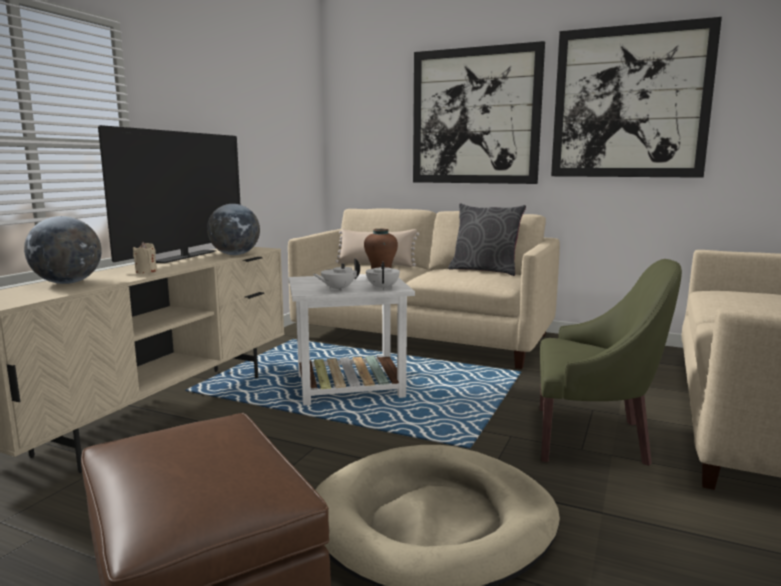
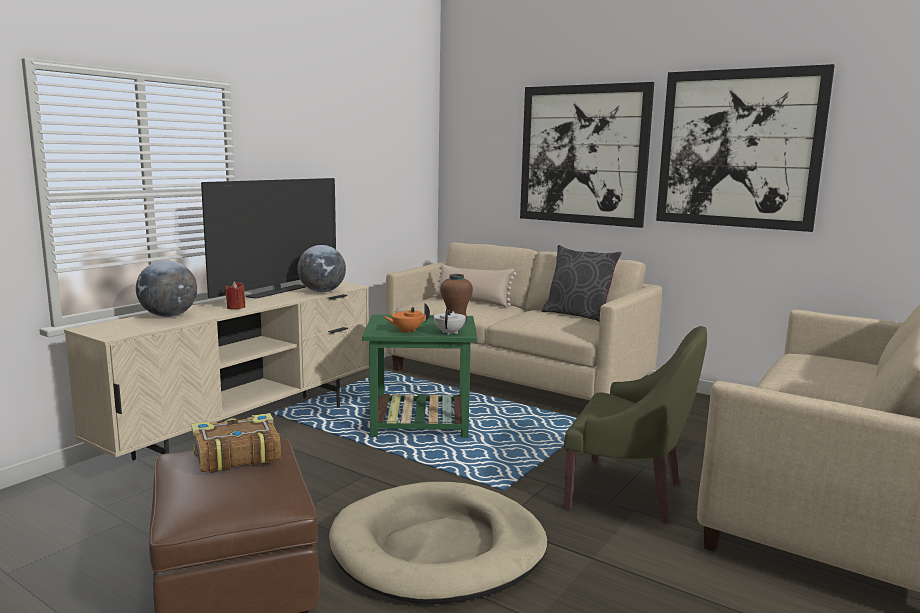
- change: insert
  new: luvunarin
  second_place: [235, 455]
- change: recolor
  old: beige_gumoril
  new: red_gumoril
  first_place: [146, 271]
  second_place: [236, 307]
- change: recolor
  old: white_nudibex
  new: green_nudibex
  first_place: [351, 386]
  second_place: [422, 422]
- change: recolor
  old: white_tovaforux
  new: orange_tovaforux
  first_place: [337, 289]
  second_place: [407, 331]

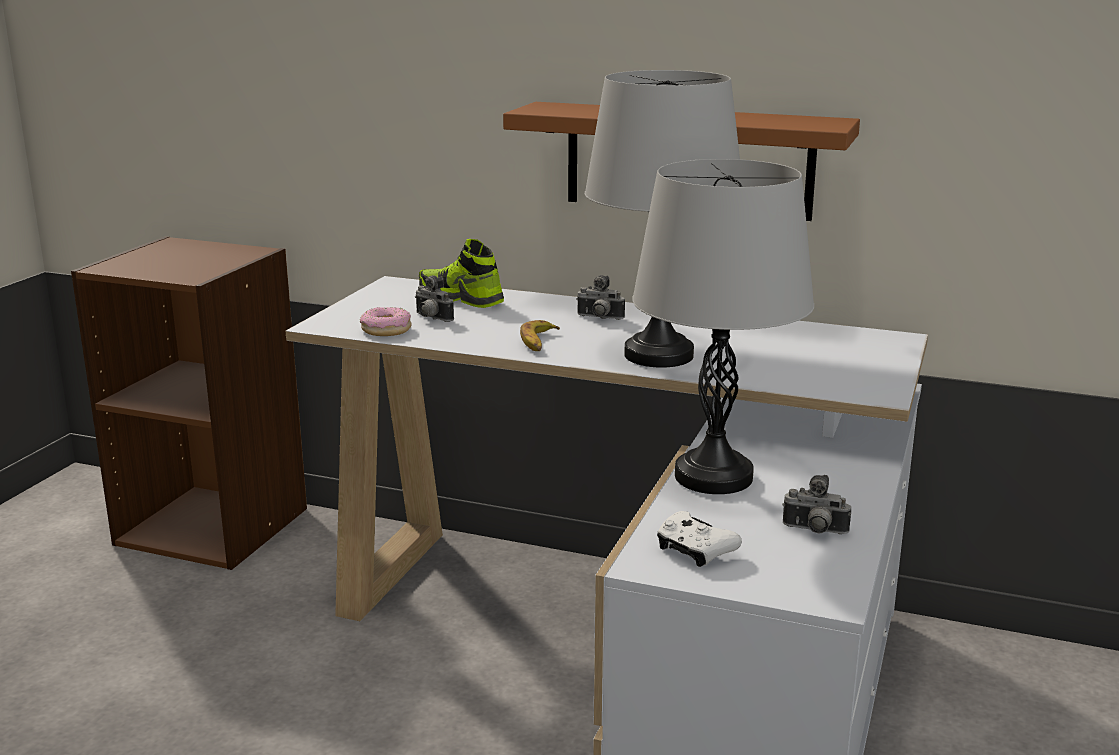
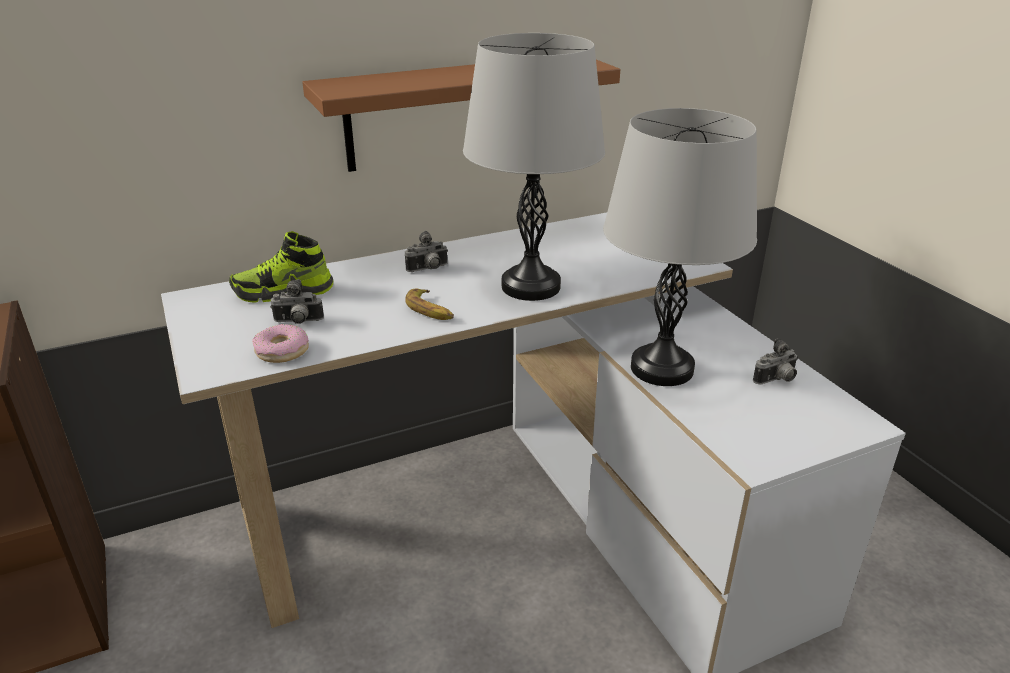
- change: delete
  old: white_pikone
  first_place: [694, 550]

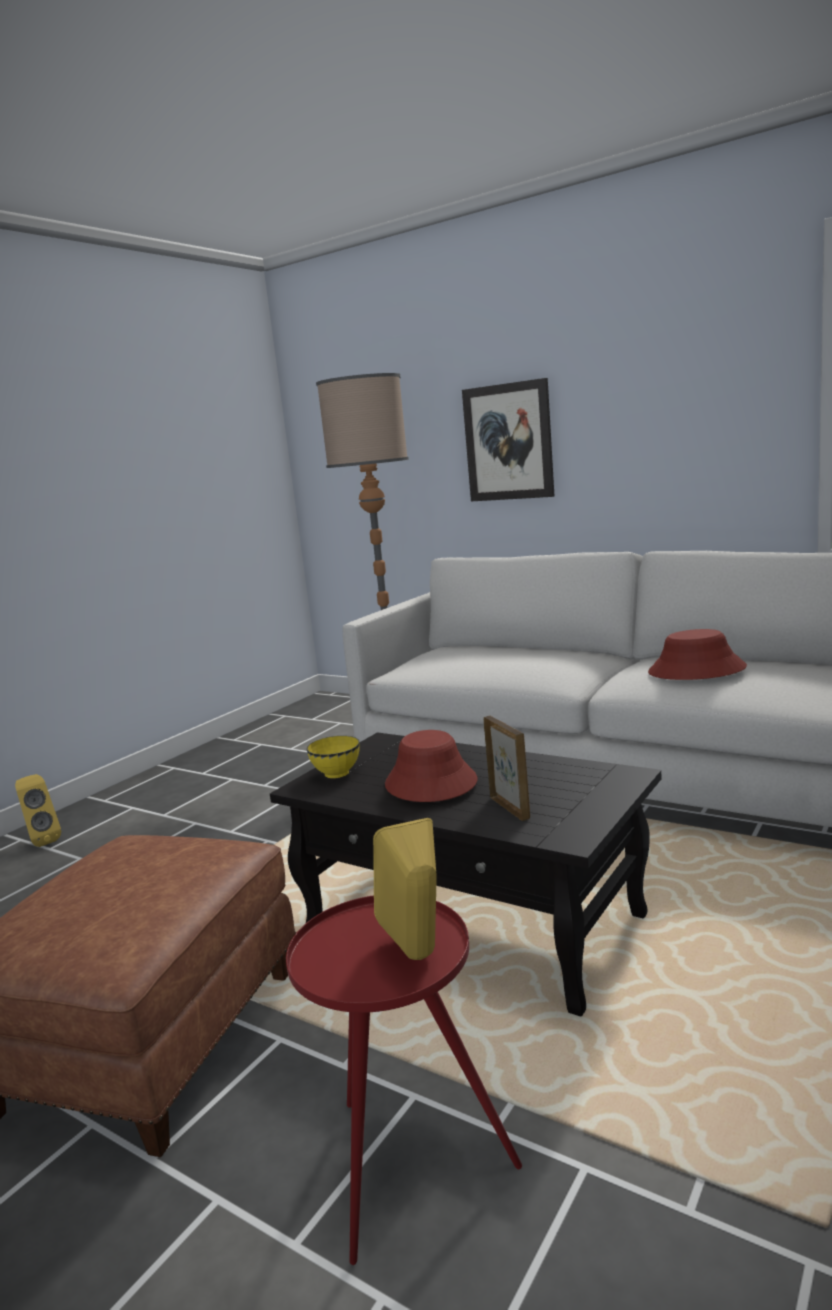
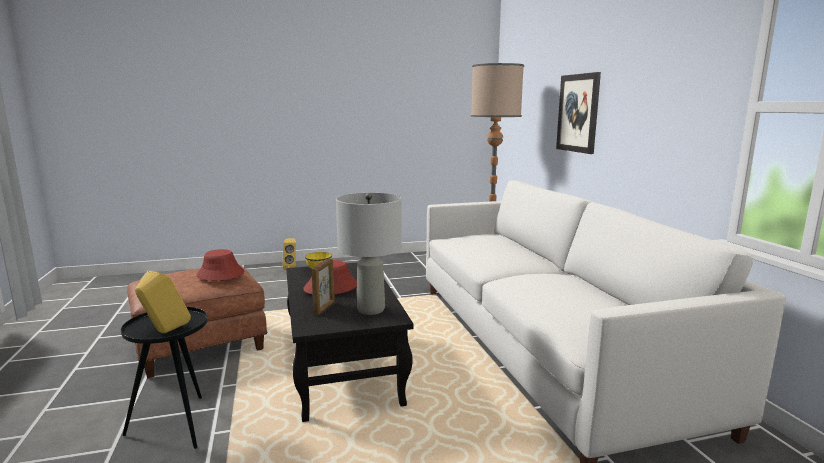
- change: recolor
  old: red_nudibex
  new: black_nudibex
  first_place: [406, 1164]
  second_place: [178, 423]
- change: move
  old: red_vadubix
  first_place: [696, 670]
  second_place: [220, 274]
- change: insert
  new: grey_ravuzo
  second_place: [371, 309]

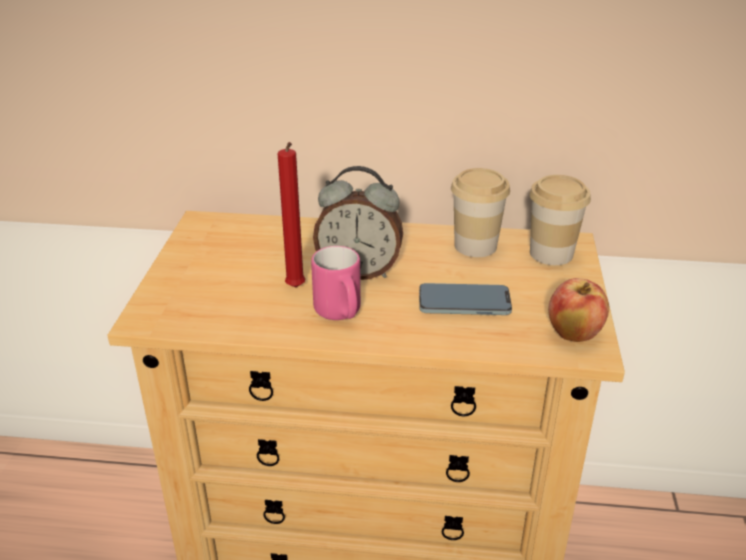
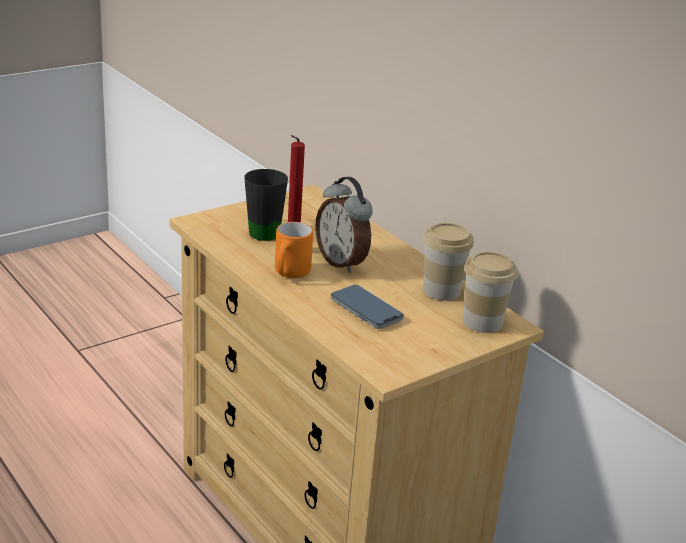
- change: insert
  new: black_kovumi
  second_place: [260, 230]
- change: recolor
  old: pink_kovumi
  new: orange_kovumi
  first_place: [340, 314]
  second_place: [289, 274]
- change: delete
  old: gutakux
  first_place: [573, 334]

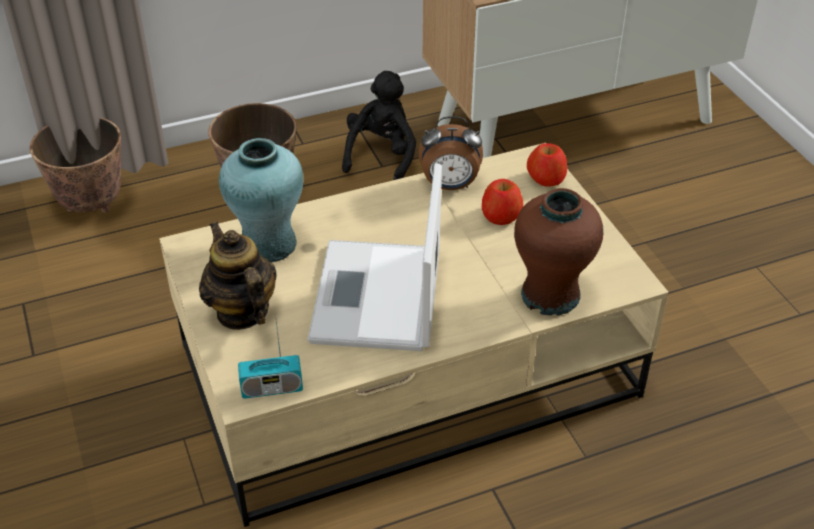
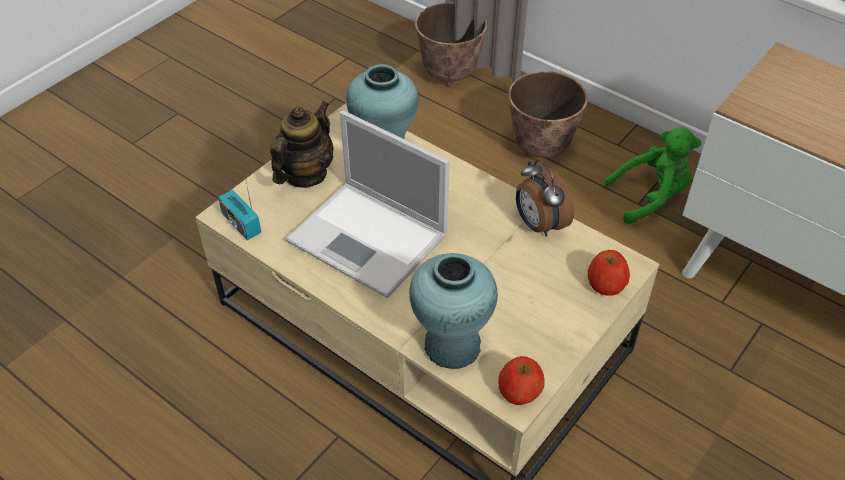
- change: rotate
  old: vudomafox
  first_place: [377, 298]
  second_place: [370, 239]
  degrees: -120
- change: recolor
  old: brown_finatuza
  new: turquoise_finatuza
  first_place: [551, 295]
  second_place: [452, 346]
- change: move
  old: gutakux
  first_place: [501, 215]
  second_place: [519, 391]
- change: recolor
  old: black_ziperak
  new: green_ziperak
  first_place: [381, 156]
  second_place: [650, 197]

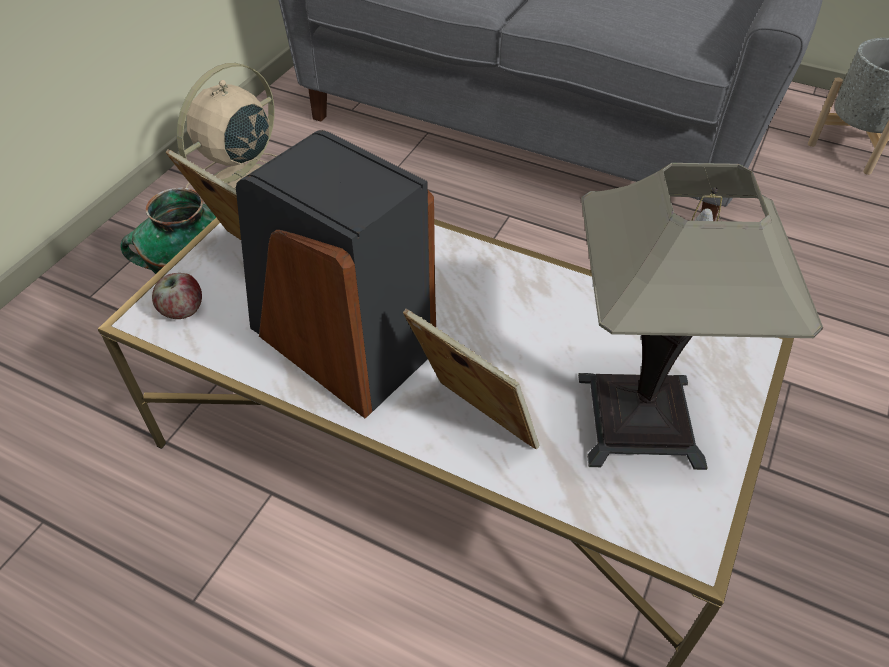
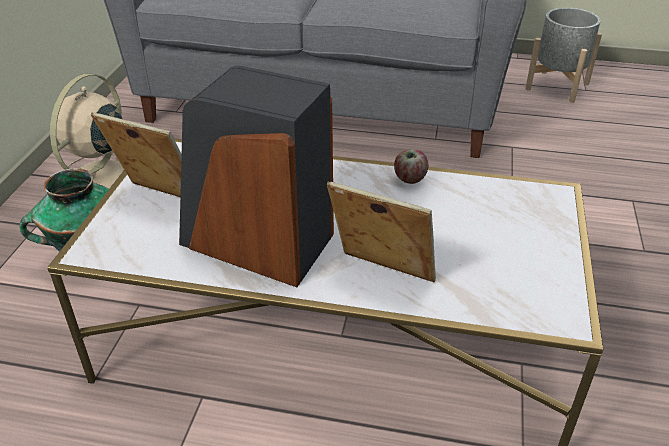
- change: move
  old: gutakux
  first_place: [182, 310]
  second_place: [409, 179]
- change: delete
  old: ravuzo
  first_place: [639, 419]

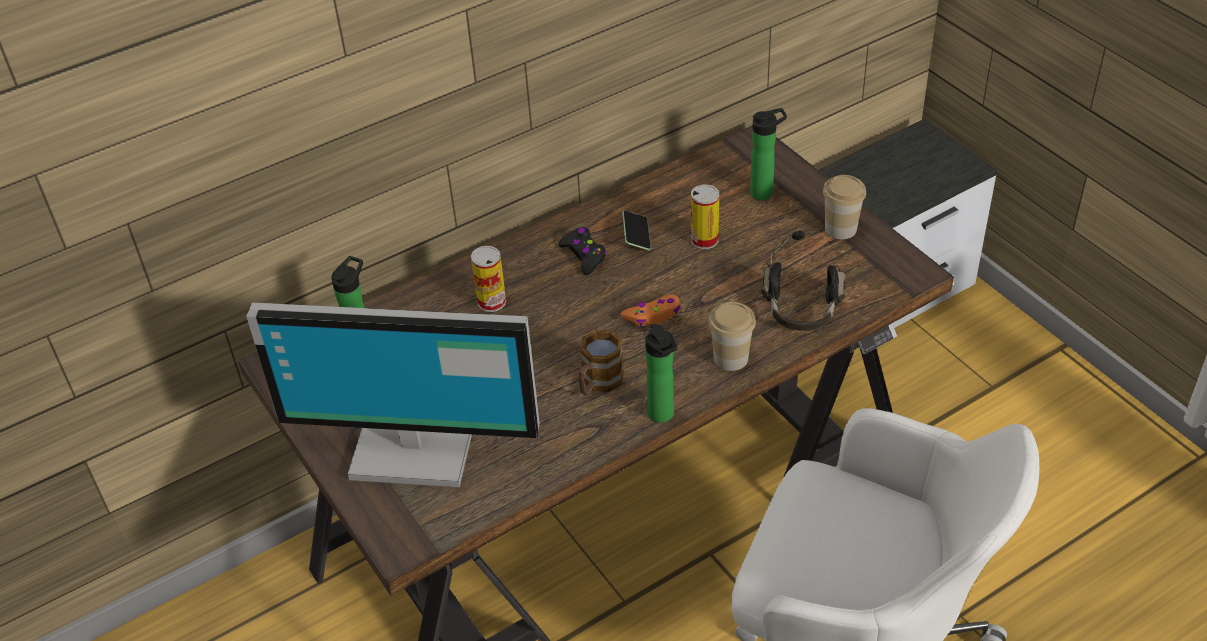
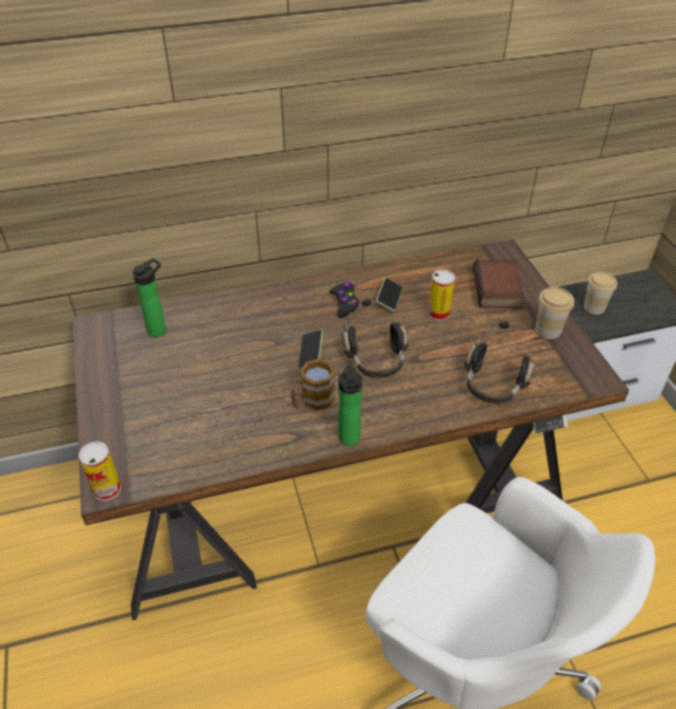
- change: move
  old: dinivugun
  first_place: [491, 302]
  second_place: [107, 489]
- change: insert
  new: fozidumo
  second_place: [310, 354]
- change: replace
  old: orange_pikone
  new: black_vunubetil
  first_place: [653, 316]
  second_place: [376, 360]
- change: replace
  old: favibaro
  new: luvunarin
  first_place: [765, 192]
  second_place: [499, 289]
- change: move
  old: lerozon
  first_place: [730, 358]
  second_place: [594, 307]
- change: delete
  old: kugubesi
  first_place: [414, 446]

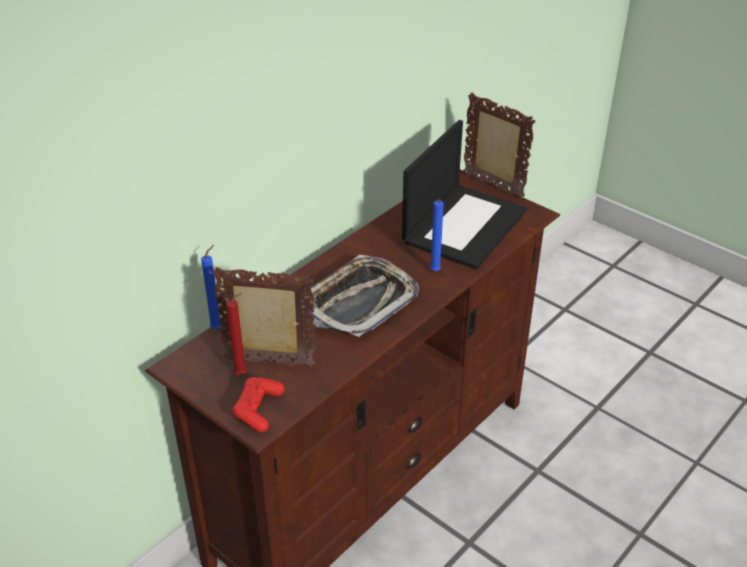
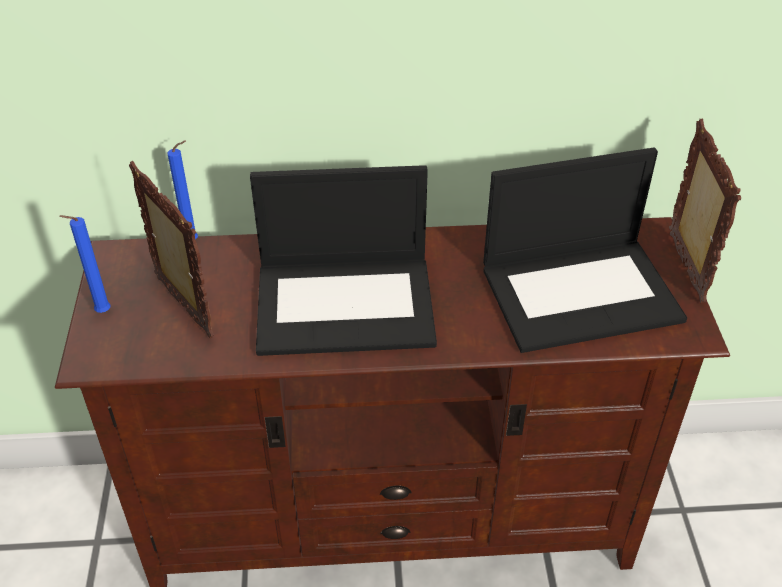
- change: move
  old: blue_gumoril
  first_place: [434, 272]
  second_place: [101, 313]
- change: replace
  old: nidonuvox
  new: vudomafox
  first_place: [359, 302]
  second_place: [347, 304]
- change: delete
  old: red_gumoril
  first_place: [243, 374]
- change: delete
  old: red_pikone
  first_place: [258, 409]

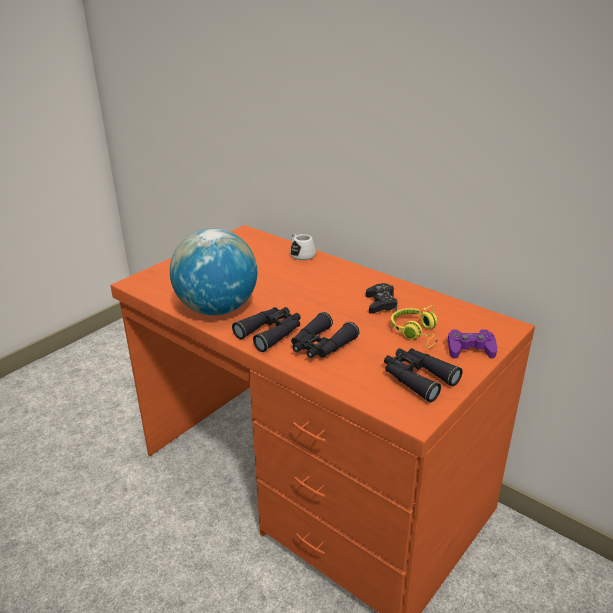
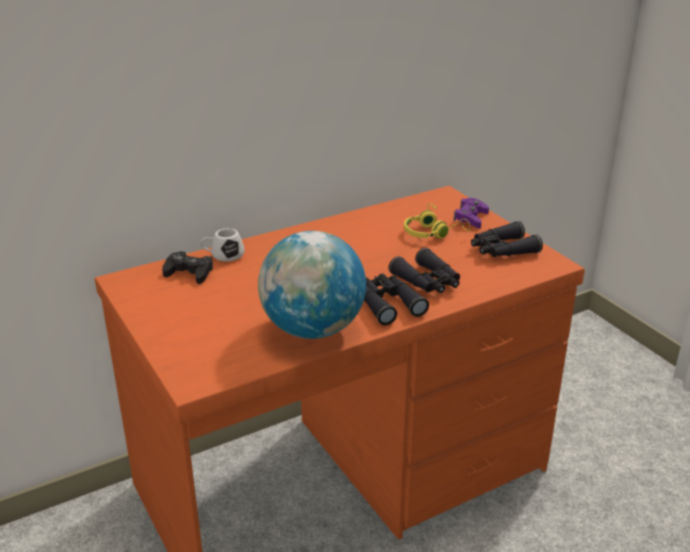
- change: move
  old: black_pikone
  first_place: [381, 304]
  second_place: [189, 273]

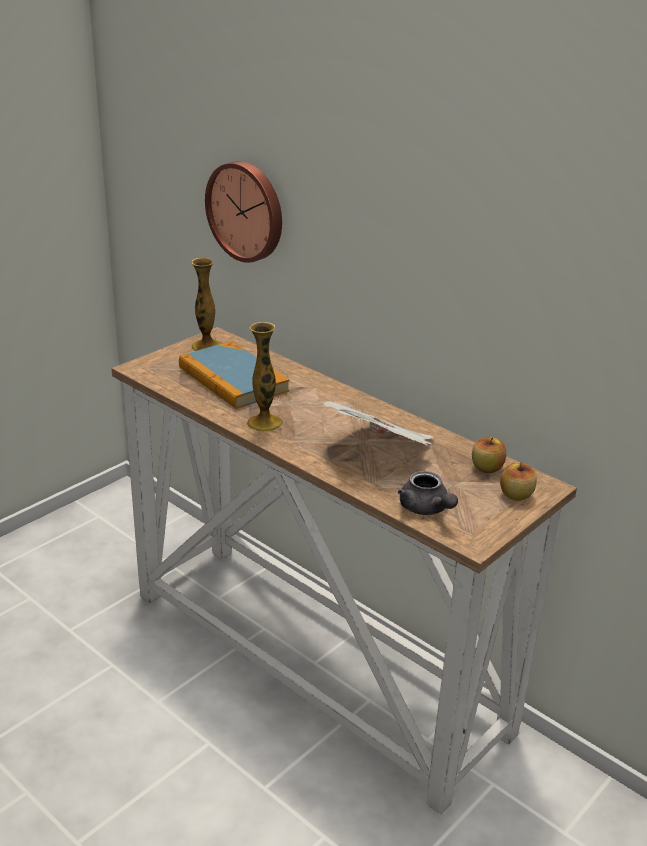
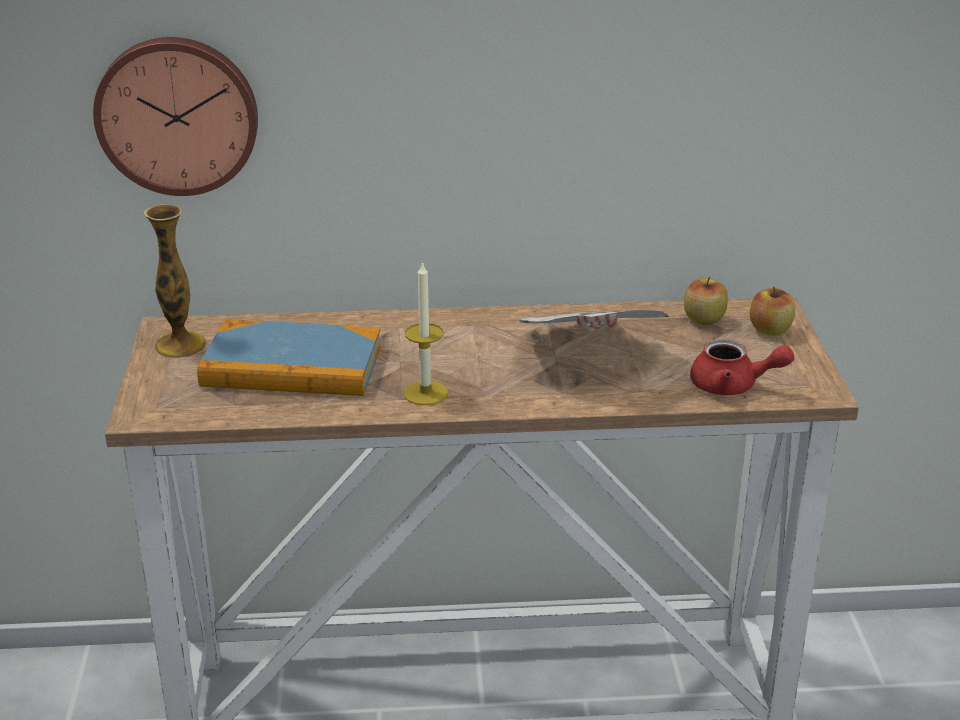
- change: replace
  old: finatuza
  new: gumoril
  first_place: [265, 423]
  second_place: [425, 393]
- change: recolor
  old: grey_tovaforux
  new: red_tovaforux
  first_place: [426, 509]
  second_place: [732, 386]

